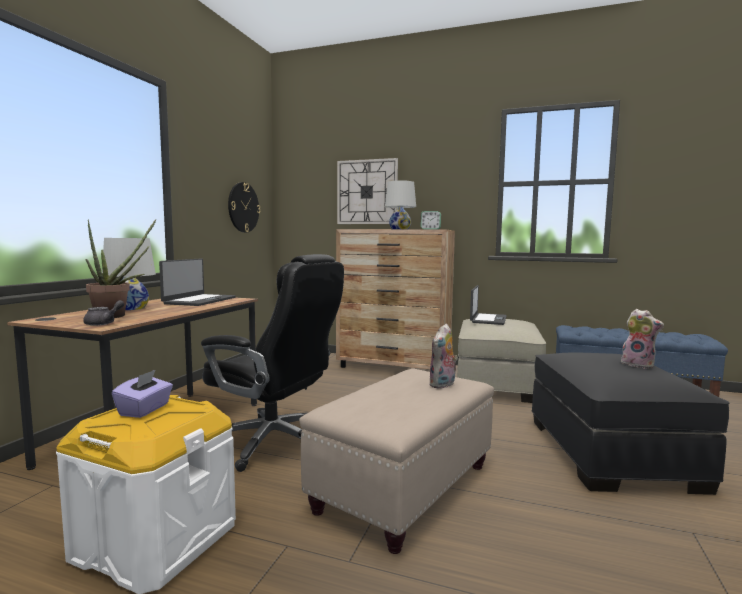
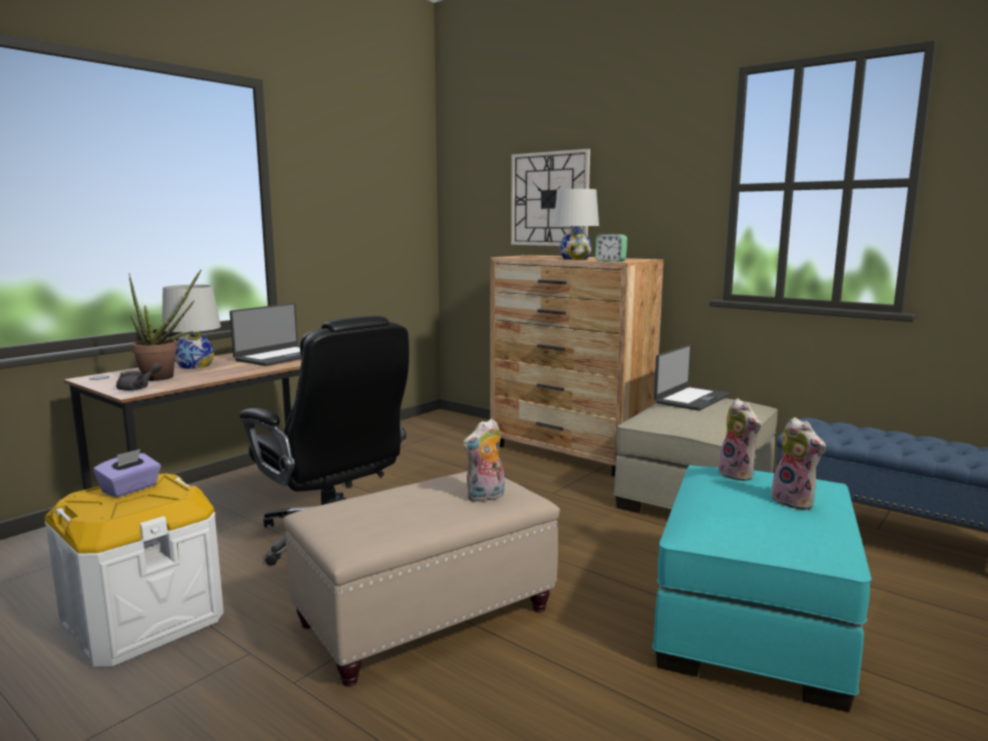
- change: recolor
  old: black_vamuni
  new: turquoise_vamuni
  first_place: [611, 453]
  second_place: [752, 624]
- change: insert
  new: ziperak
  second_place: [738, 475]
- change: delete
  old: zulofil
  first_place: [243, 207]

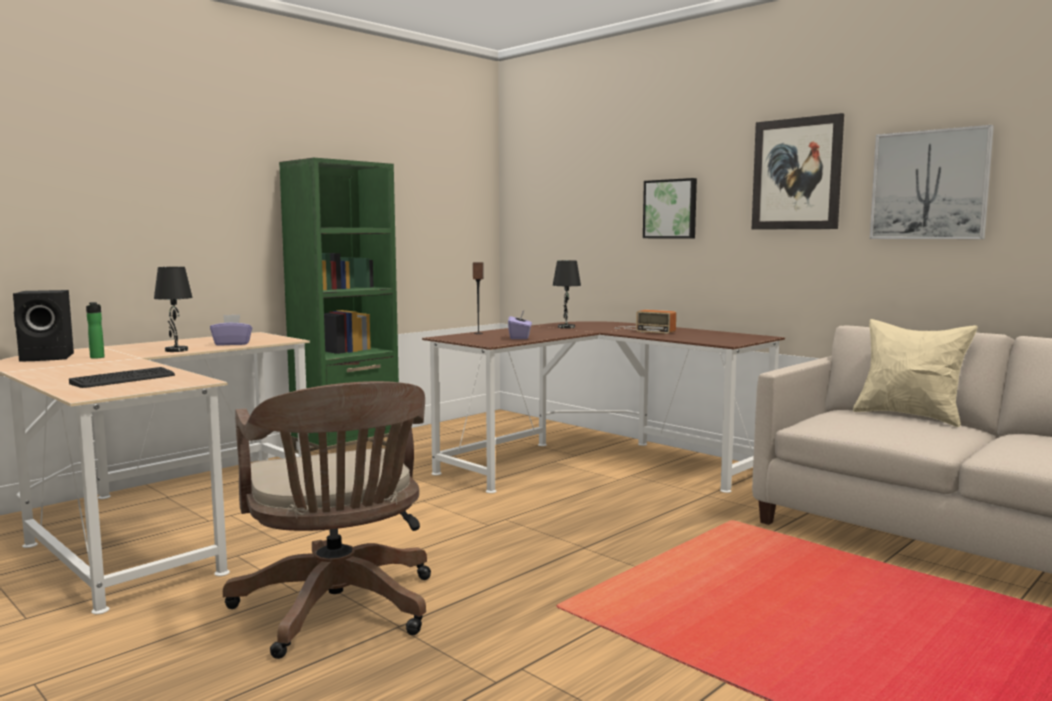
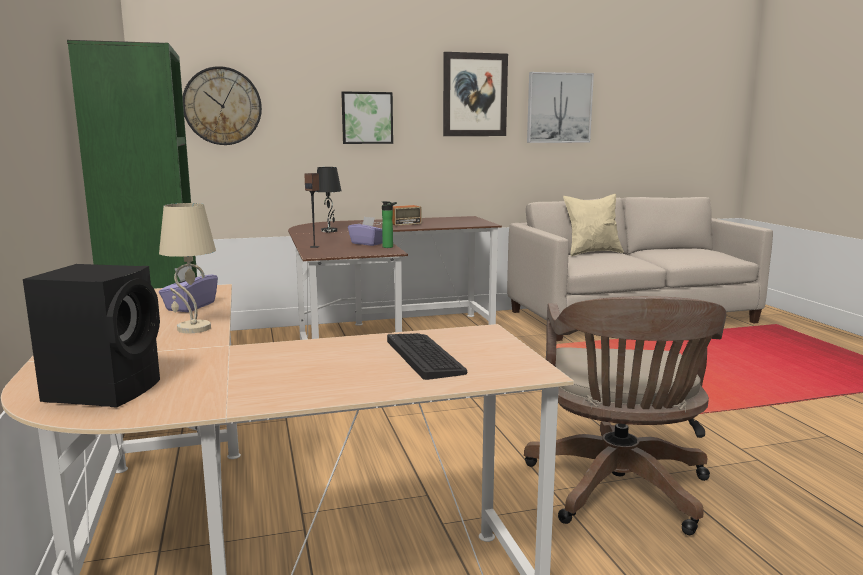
- change: recolor
  old: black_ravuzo
  new: beige_ravuzo
  first_place: [175, 350]
  second_place: [193, 329]
- change: insert
  new: zulofil
  second_place: [222, 106]
- change: move
  old: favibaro
  first_place: [97, 358]
  second_place: [389, 247]
- change: rotate
  old: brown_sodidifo
  first_place: [339, 611]
  second_place: [619, 492]
  degrees: 90

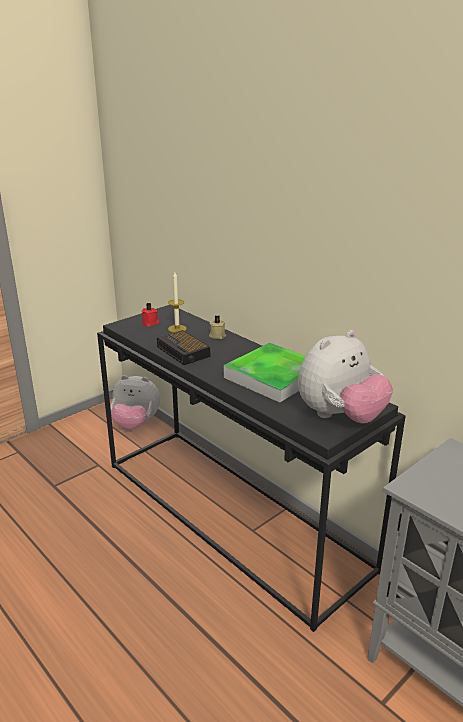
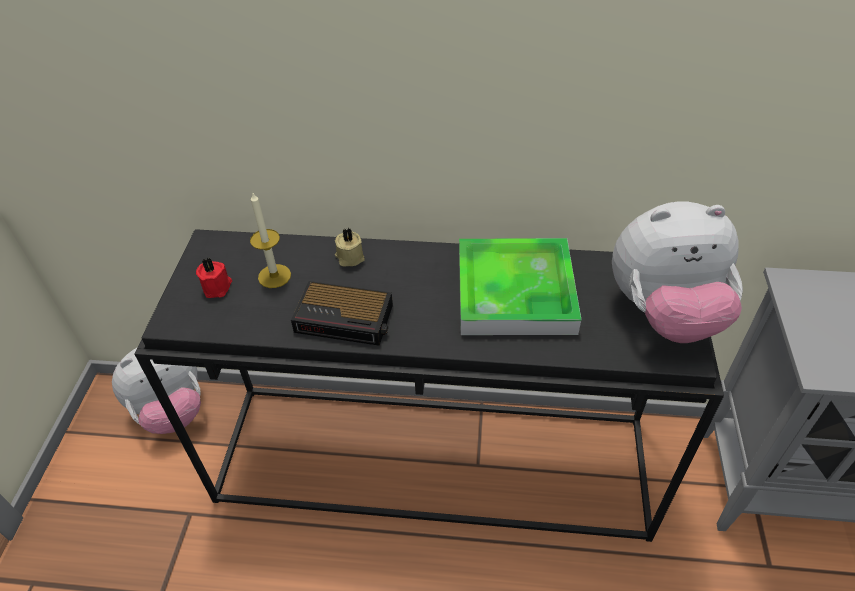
- change: rotate
  old: ziperak
  first_place: [340, 417]
  second_place: [664, 314]
  degrees: 75

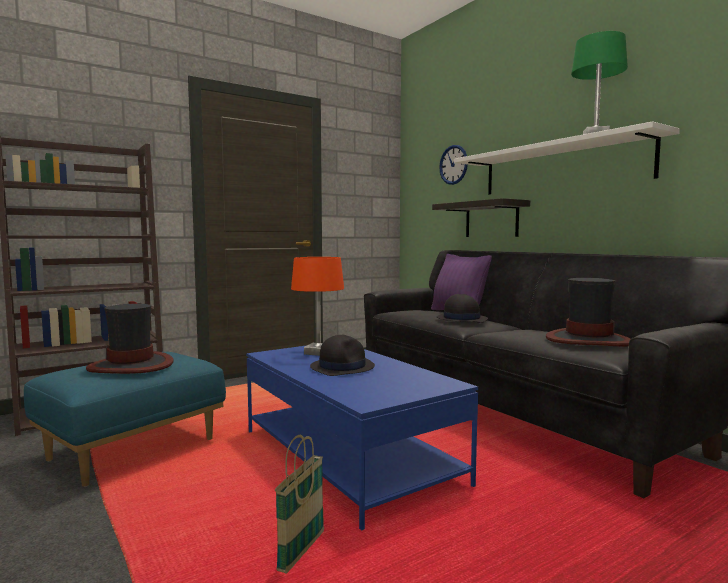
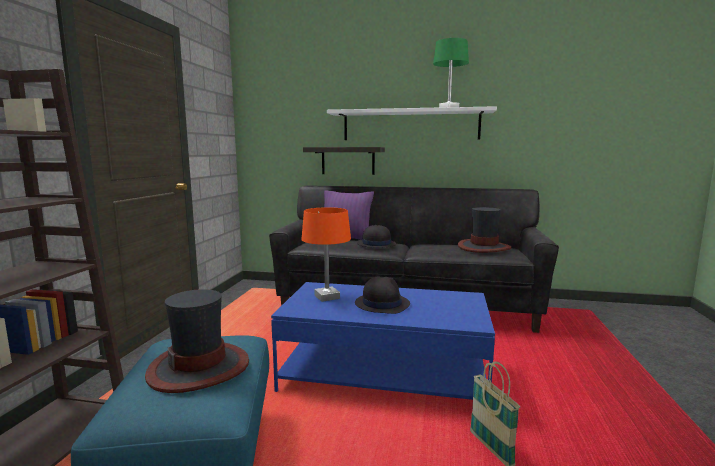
- change: delete
  old: zulofil
  first_place: [453, 164]

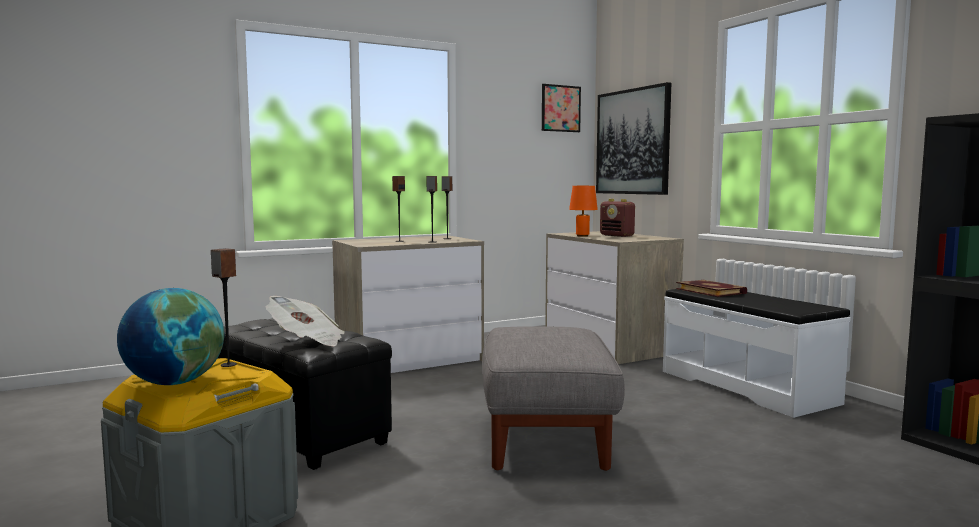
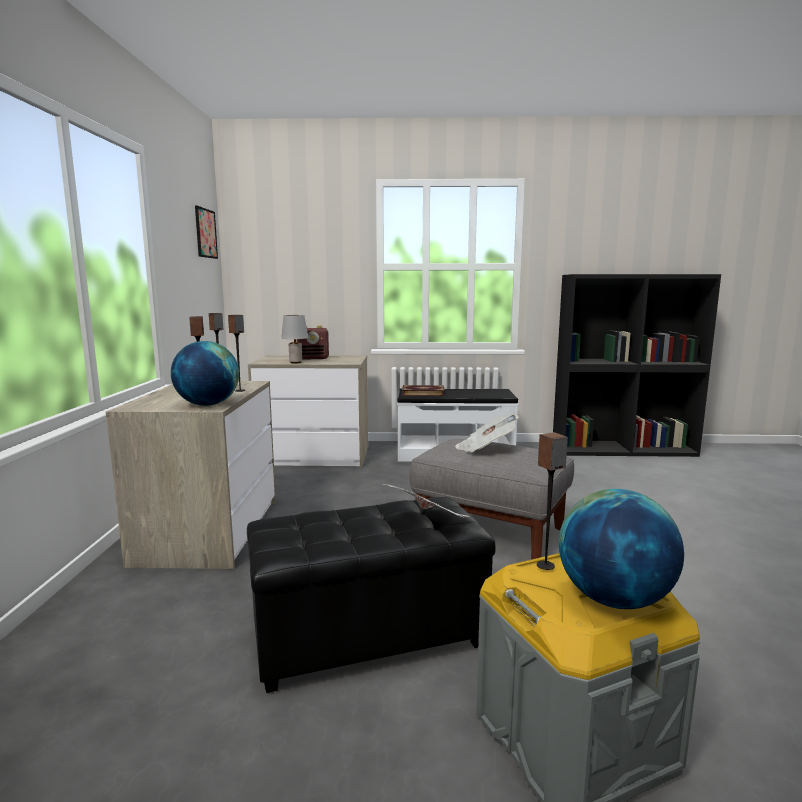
- change: insert
  new: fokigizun
  second_place: [207, 404]
- change: recolor
  old: orange_ravuzo
  new: grey_ravuzo
  first_place: [582, 236]
  second_place: [295, 362]
- change: insert
  new: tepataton
  second_place: [485, 449]
- change: delete
  old: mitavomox
  first_place: [632, 142]

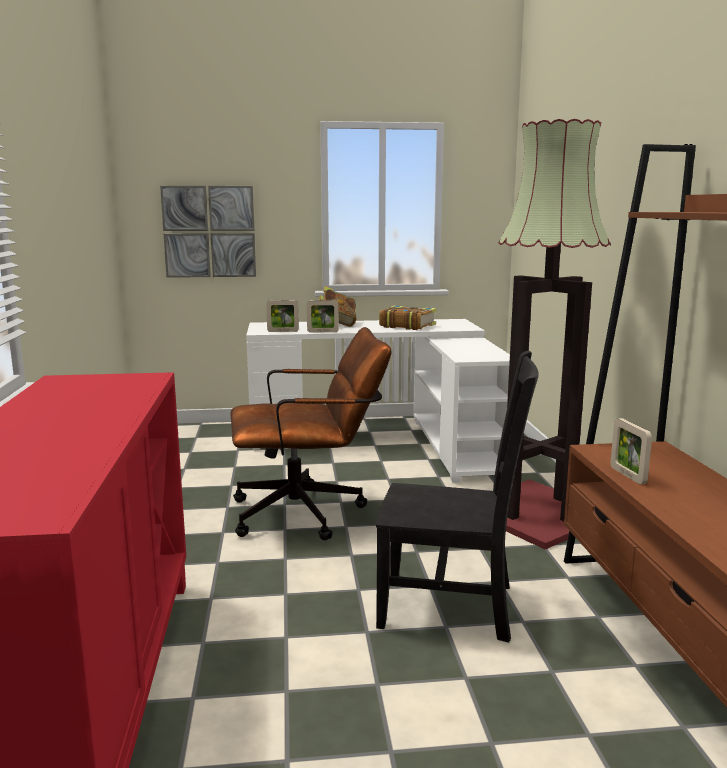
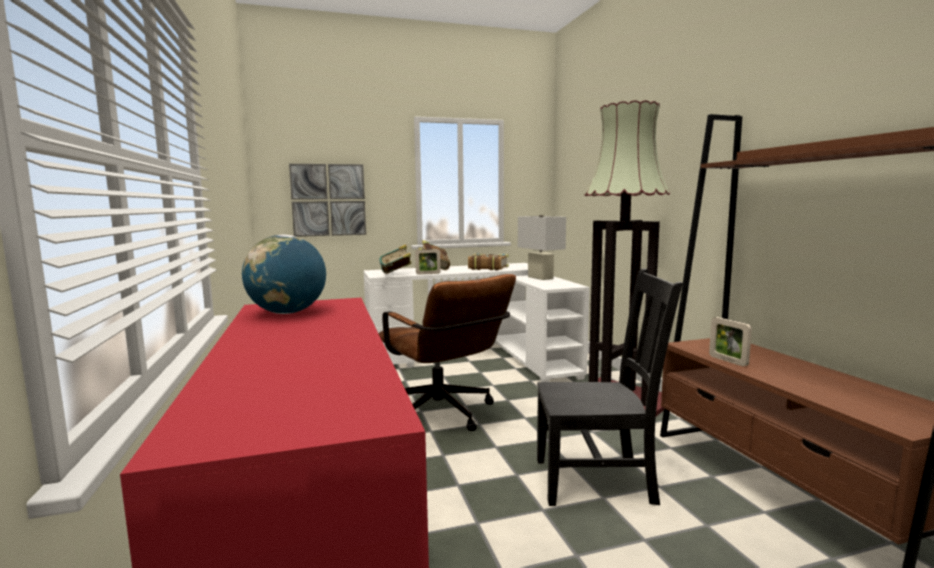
- change: insert
  new: fokigizun
  second_place: [287, 313]
- change: rotate
  old: brown_sodidifo
  first_place: [309, 513]
  second_place: [444, 416]
  degrees: 75
- change: replace
  old: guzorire
  new: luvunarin
  first_place: [283, 331]
  second_place: [396, 274]
- change: insert
  new: white_ravuzo
  second_place: [540, 278]

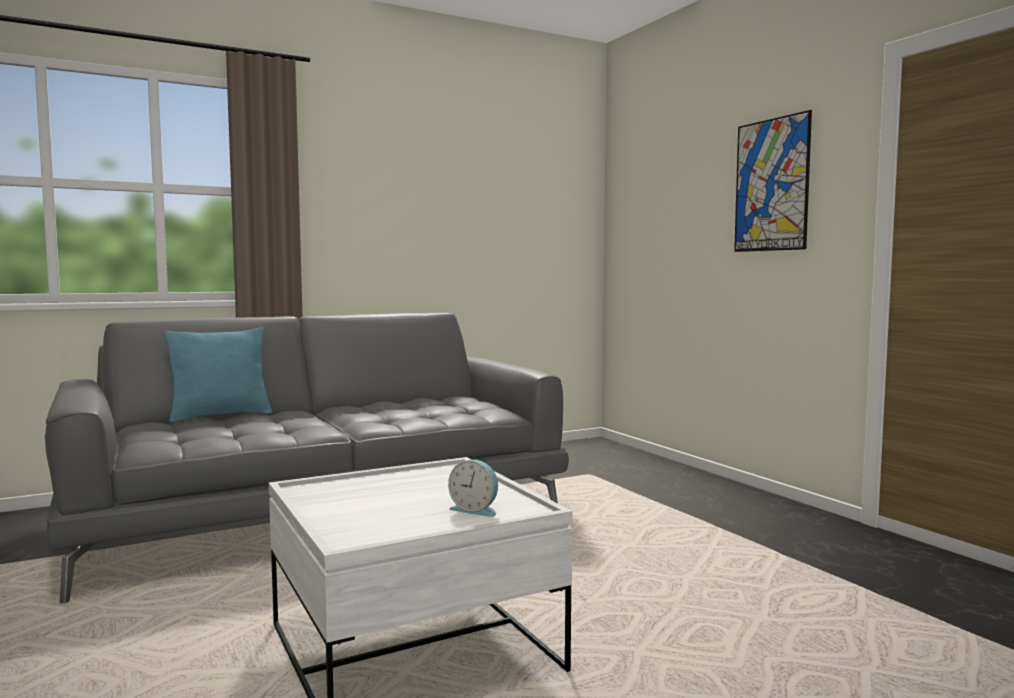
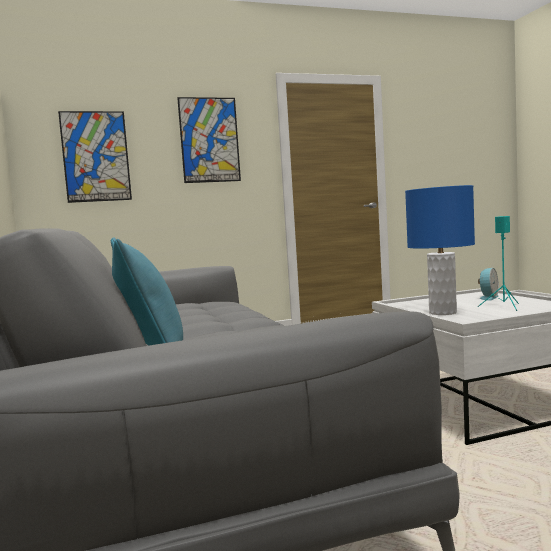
- change: insert
  new: mitavomox
  second_place: [96, 156]
- change: insert
  new: blue_ravuzo
  second_place: [443, 312]
- change: insert
  new: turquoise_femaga
  second_place: [504, 307]

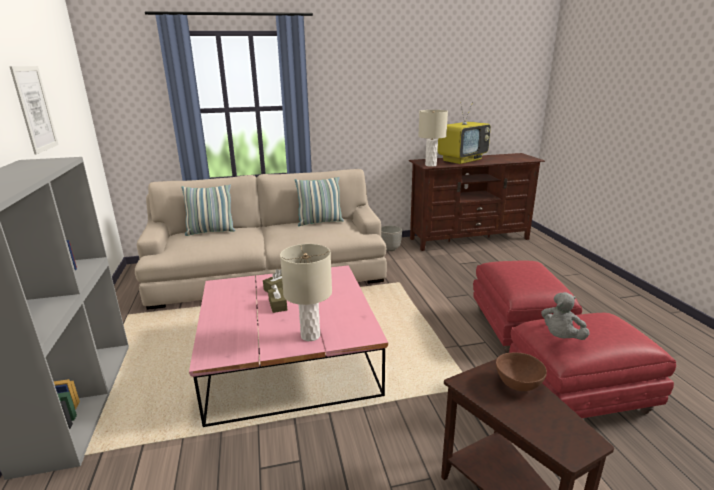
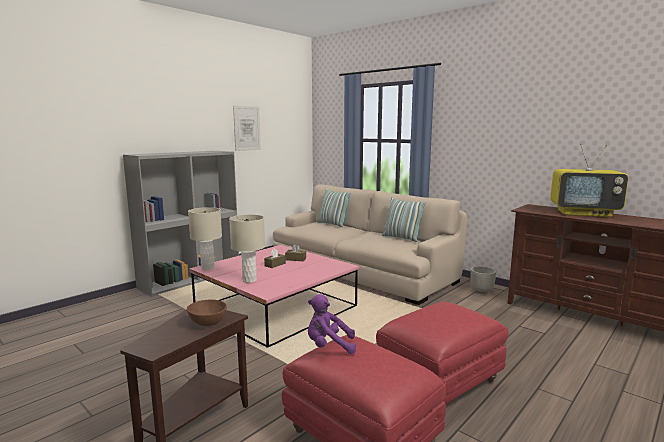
- change: move
  old: beige_ravuzo
  first_place: [431, 165]
  second_place: [208, 268]
- change: recolor
  old: grey_ziperak
  new: purple_ziperak
  first_place: [561, 337]
  second_place: [329, 346]

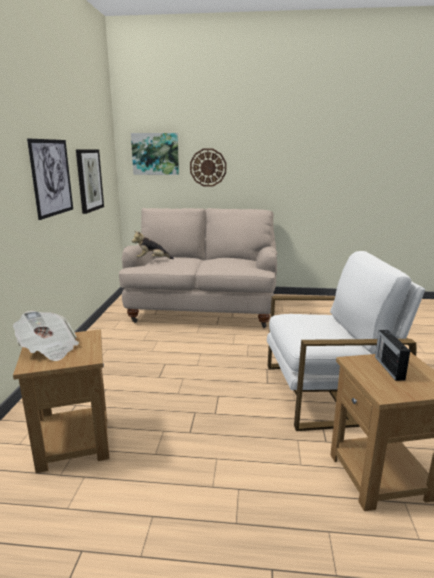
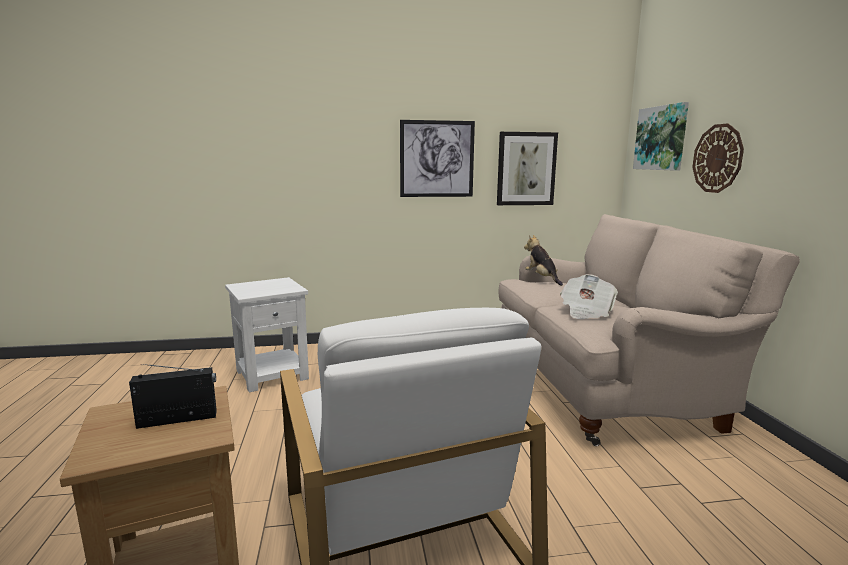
- change: recolor
  old: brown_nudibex
  new: white_nudibex
  first_place: [74, 442]
  second_place: [273, 374]
- change: move
  old: tepataton
  first_place: [48, 349]
  second_place: [586, 312]

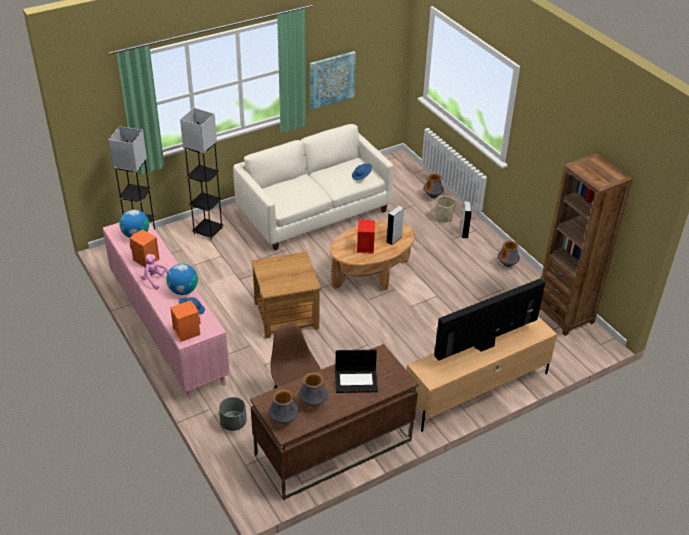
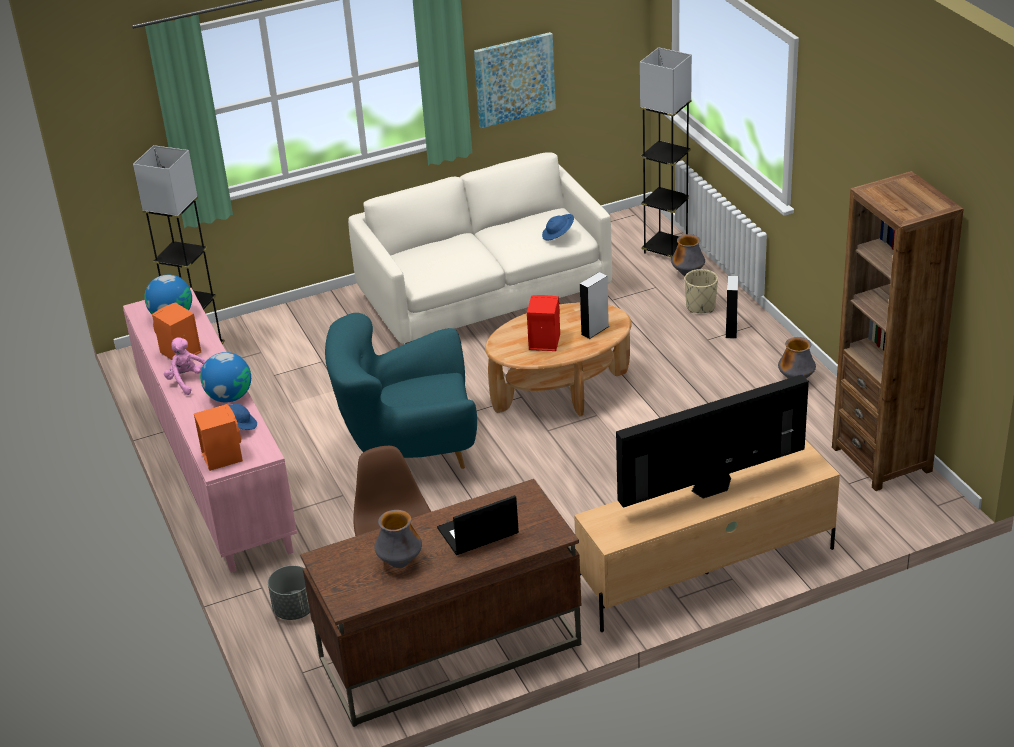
- change: replace
  old: brown_nudibex
  new: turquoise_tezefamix
  first_place: [286, 315]
  second_place: [410, 451]
- change: rotate
  old: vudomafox
  first_place: [356, 381]
  second_place: [477, 532]
  degrees: 150
- change: move
  old: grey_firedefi
  first_place: [208, 231]
  second_place: [665, 250]
- change: delete
  old: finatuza
  first_place: [283, 420]

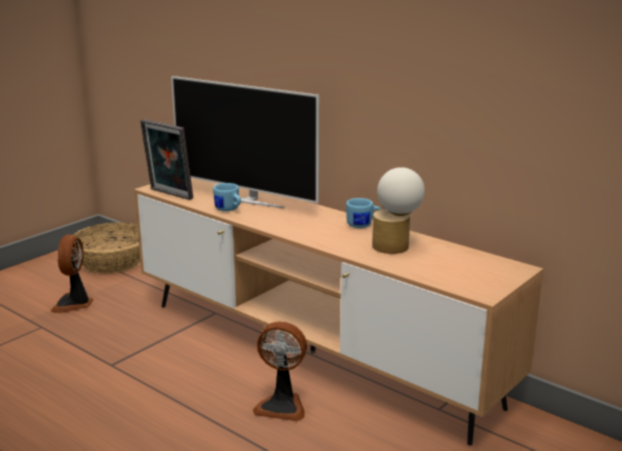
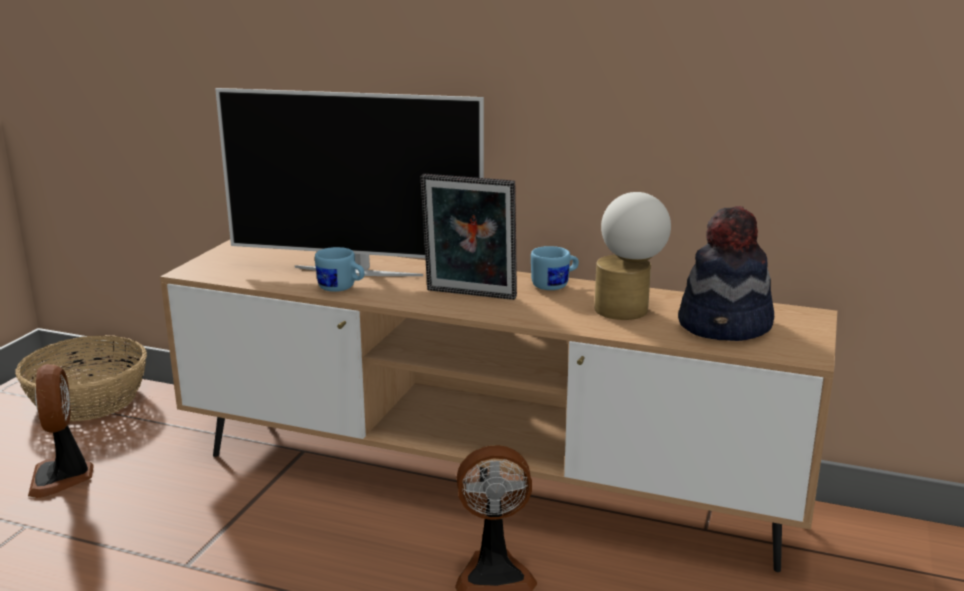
- change: move
  old: guzorire
  first_place: [169, 195]
  second_place: [469, 295]
- change: insert
  new: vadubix
  second_place: [726, 326]

